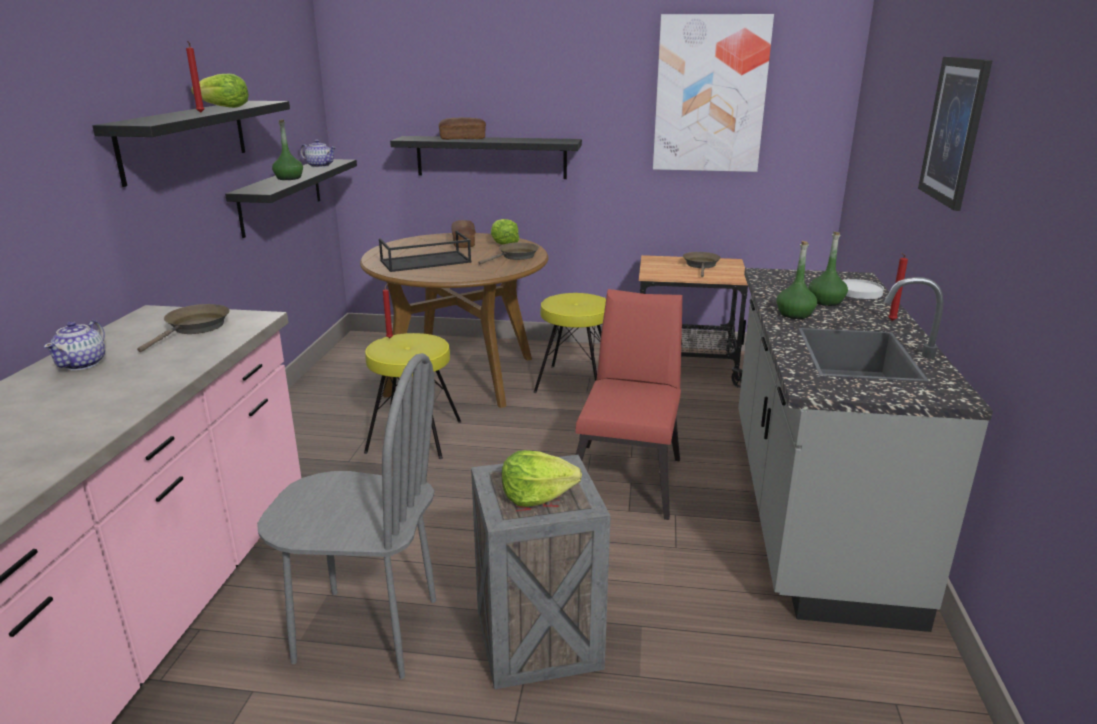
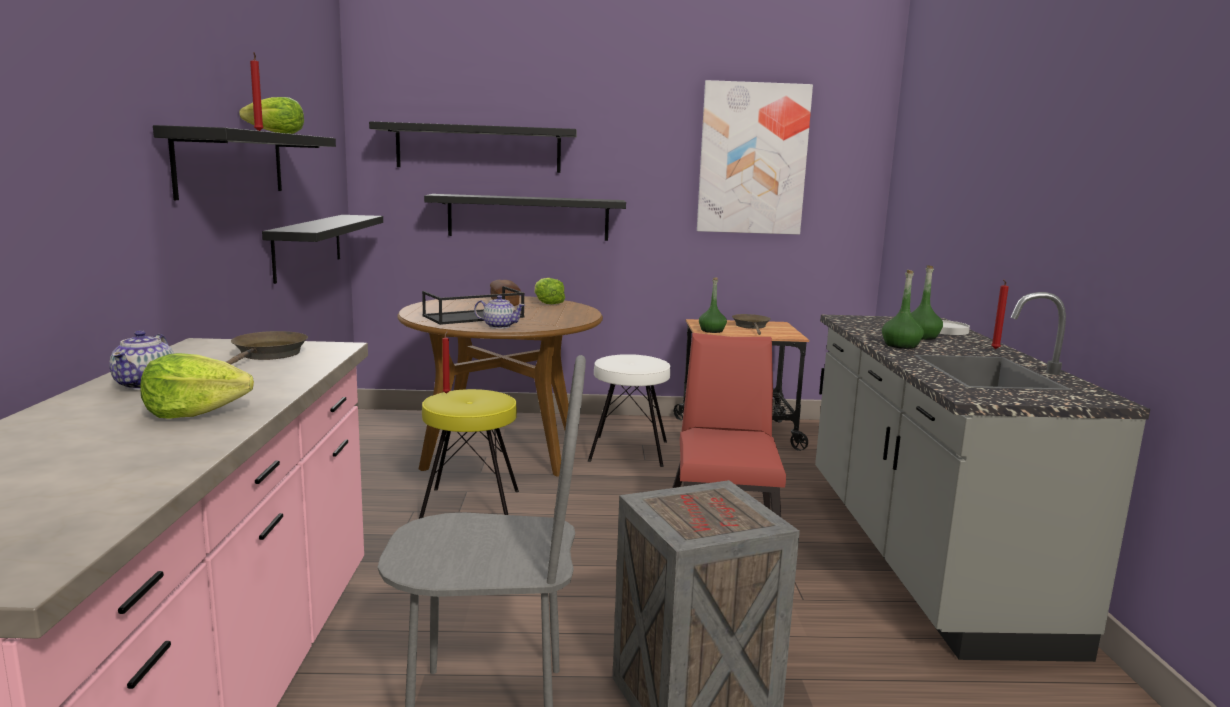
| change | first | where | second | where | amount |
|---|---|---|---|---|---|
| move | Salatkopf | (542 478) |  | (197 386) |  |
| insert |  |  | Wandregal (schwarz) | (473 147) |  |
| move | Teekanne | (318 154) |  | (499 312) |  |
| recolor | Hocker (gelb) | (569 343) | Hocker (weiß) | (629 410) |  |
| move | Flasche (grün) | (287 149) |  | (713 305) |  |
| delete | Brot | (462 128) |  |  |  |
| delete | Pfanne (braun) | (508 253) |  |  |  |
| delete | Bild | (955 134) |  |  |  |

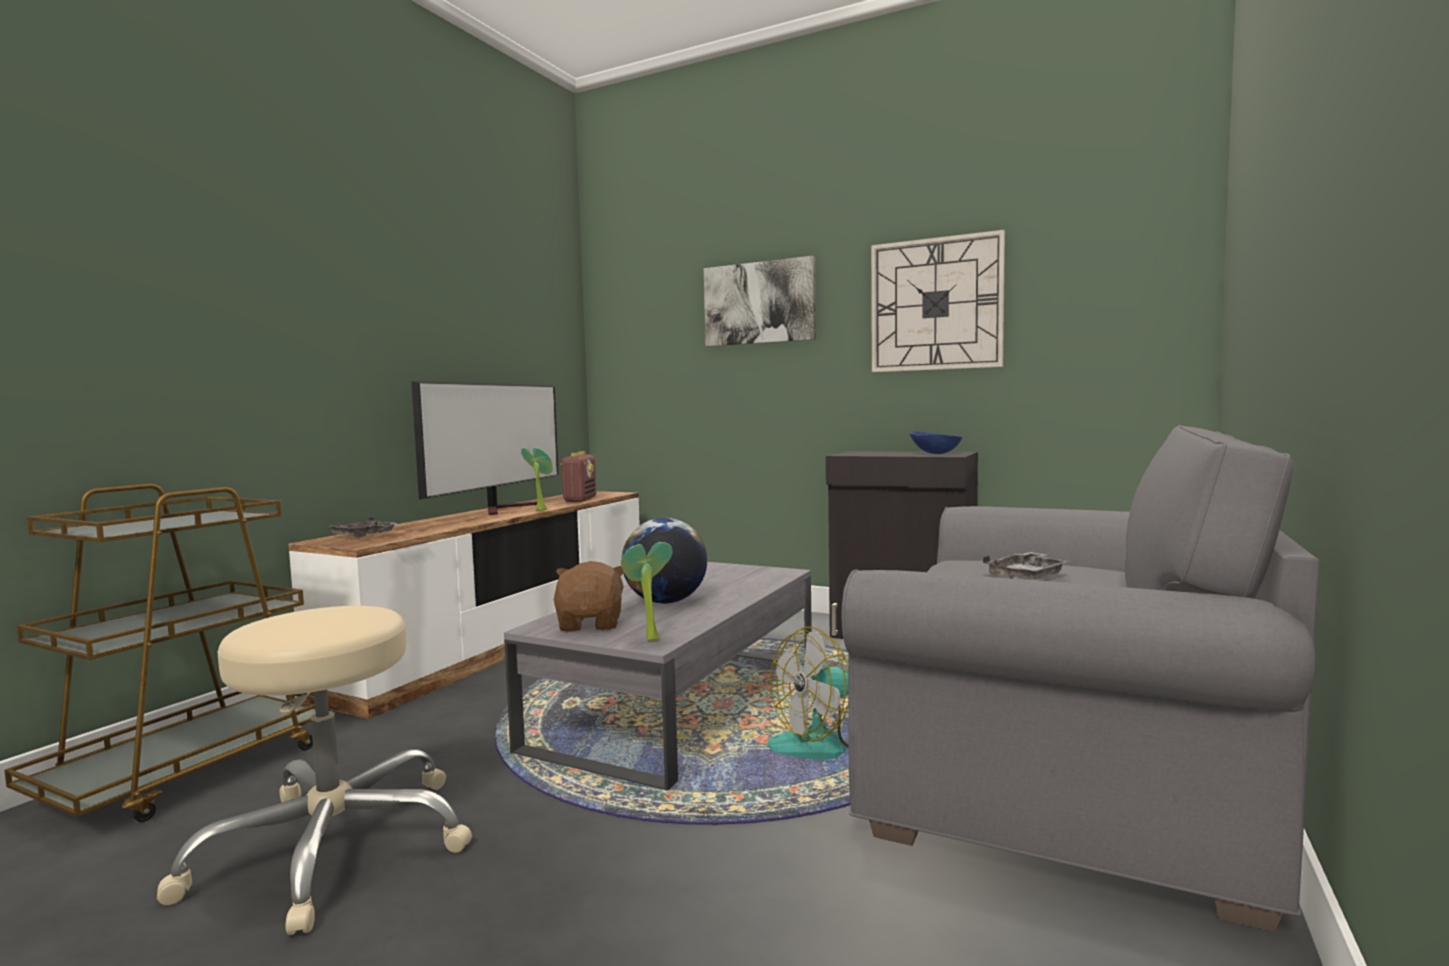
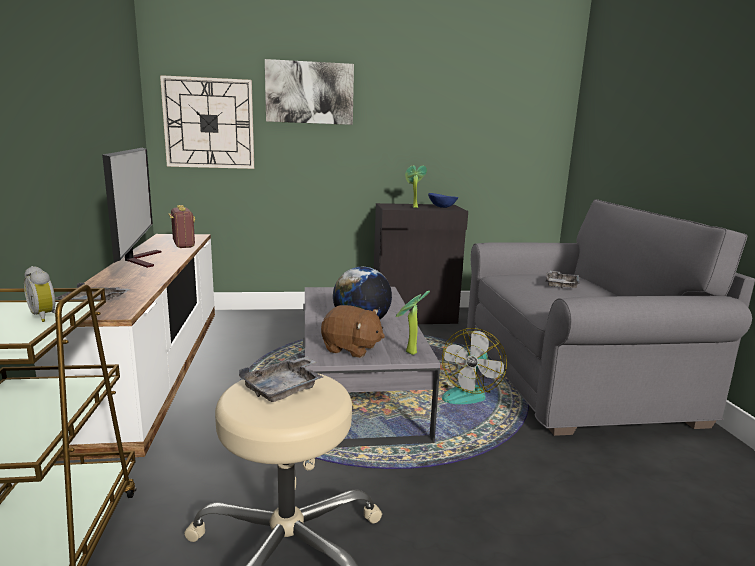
| change | first | where | second | where | amount |
|---|---|---|---|---|---|
| insert |  |  | Wecker | (40 294) |  |
| move | Wanduhr | (938 301) |  | (207 122) |  |
| insert |  |  | Tablett (grau) | (281 379) |  |
| rotate | Plüschtier (braun) | (589 596) |  | (353 331) | 150 degrees clockwise |
| move | Topfpflanze | (537 479) |  | (416 186) |  |

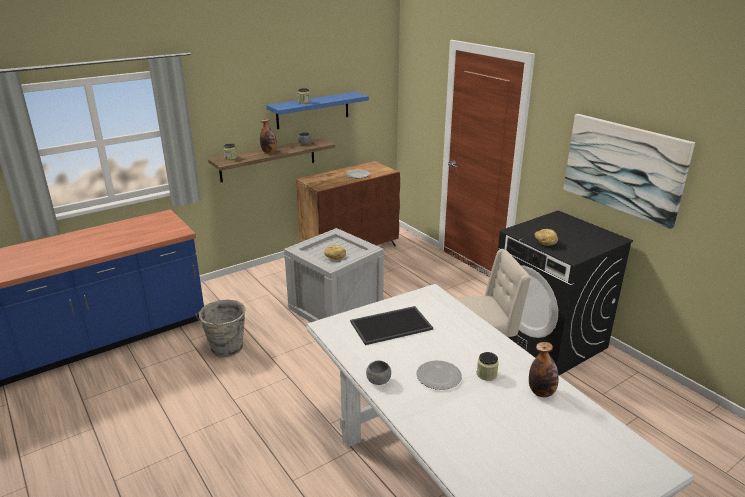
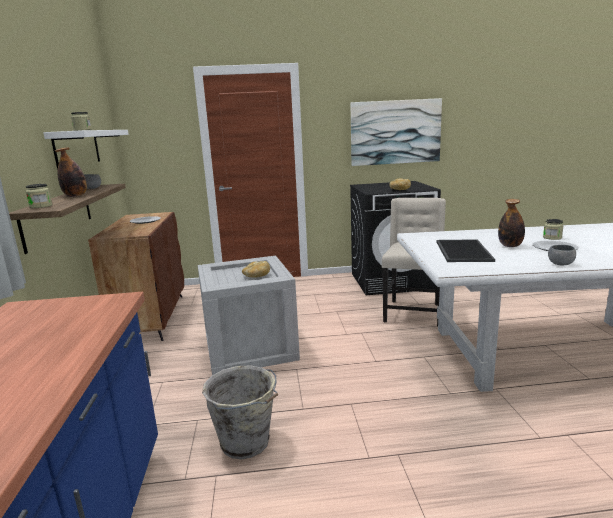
| change | first | where | second | where | amount |
|---|---|---|---|---|---|
| recolor | Wandregal (blau) | (317 110) | Wandregal (weiß) | (86 150) |  |
| move | Flasche | (544 369) |  | (511 223) |  |

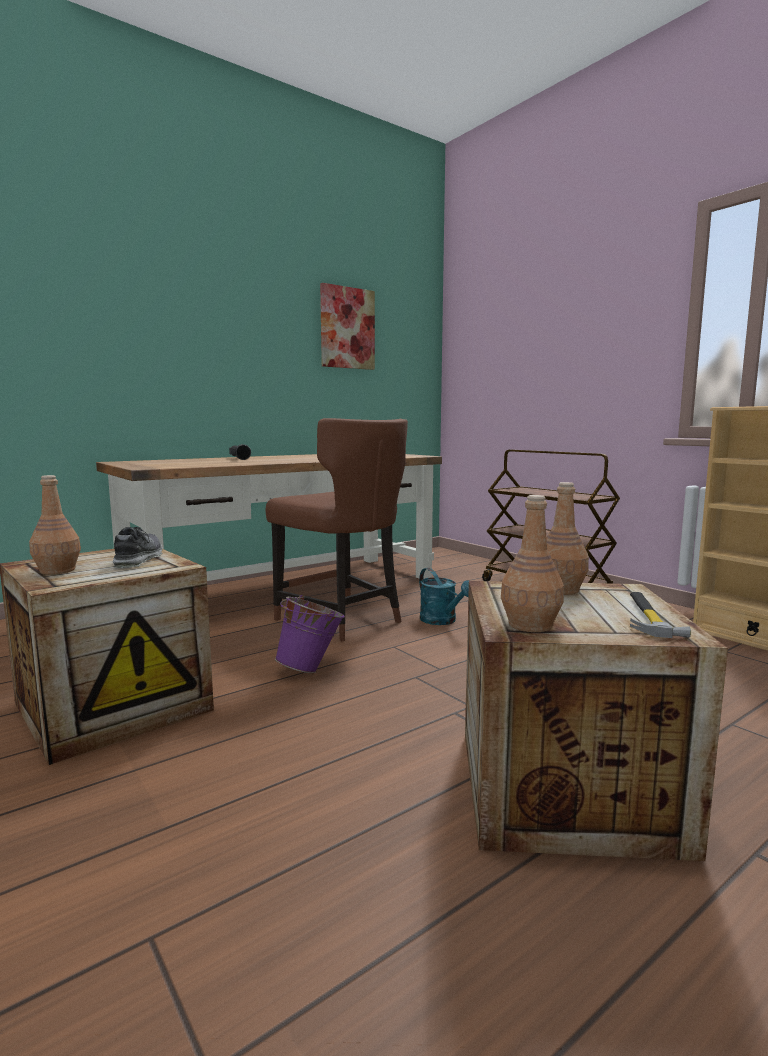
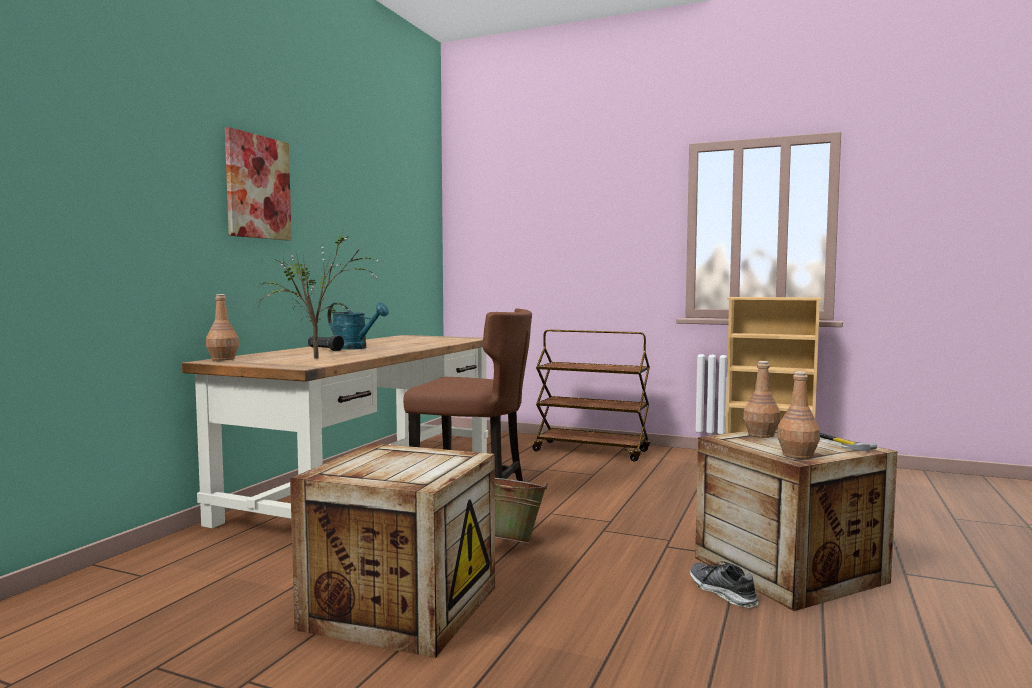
| change | first | where | second | where | amount |
|---|---|---|---|---|---|
| move | Flasche (braun) | (55 525) |  | (222 327) |  |
| move | Bild | (347 326) |  | (258 184) |  |
| insert |  |  | Topfpflanze | (318 293) |  |
| move | Gießkanne (türkis) | (444 596) |  | (358 326) |  |
| recolor | Eimer (lila) | (310 634) | Eimer (grün) | (521 511) |  |
| move | Schuh | (137 547) |  | (724 584) |  |

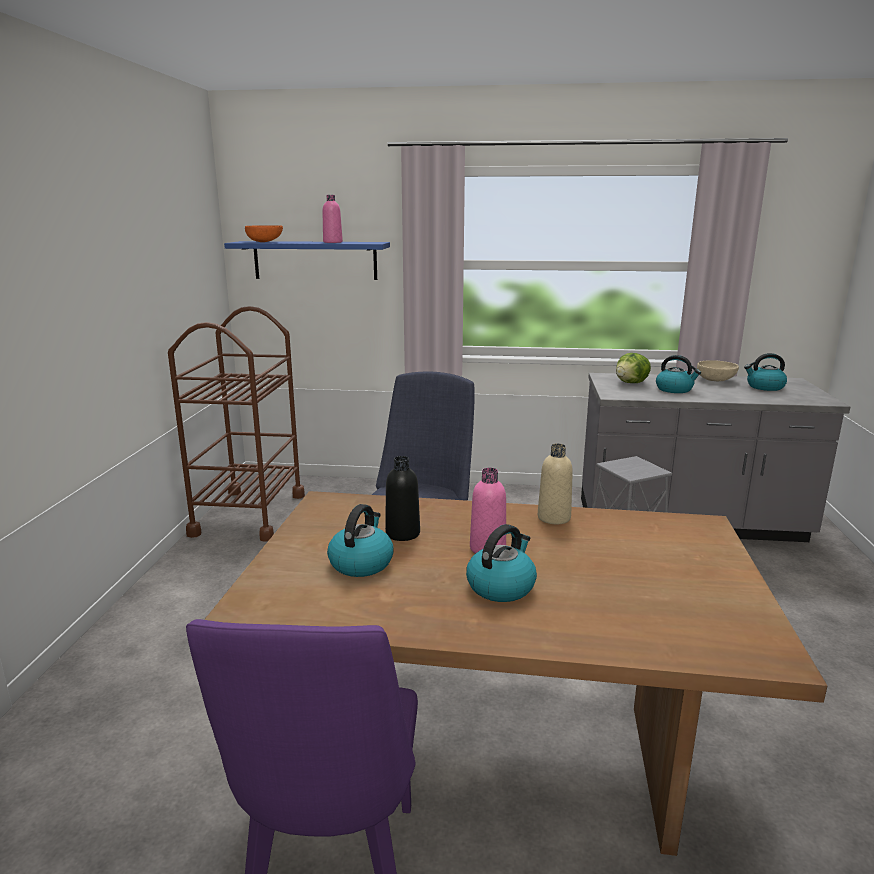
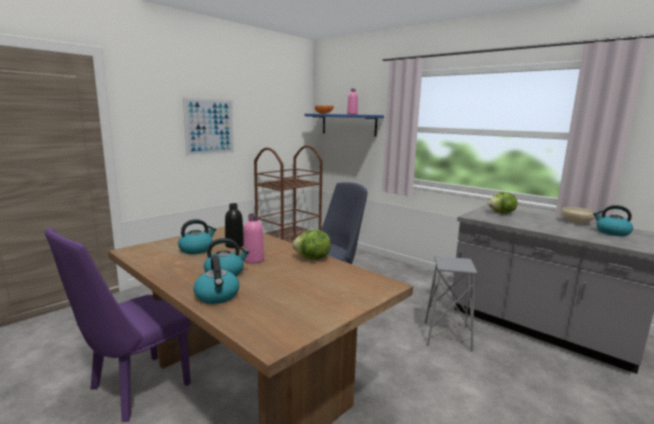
| change | first | where | second | where | amount |
|---|---|---|---|---|---|
| insert |  |  | Bild | (208 127) |  |
| move | Wasserkessel | (678 374) |  | (216 279) |  |
| replace | Flasche (beige) | (555 483) | Salatkopf | (311 244) |  |

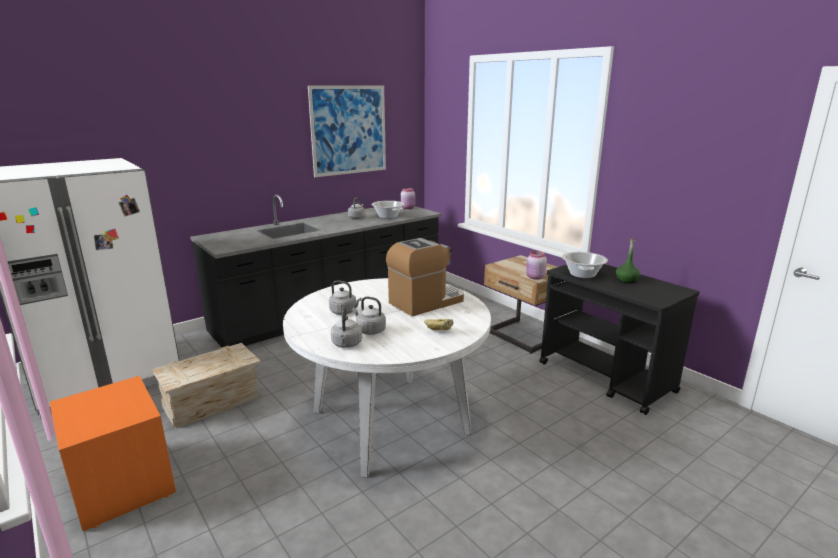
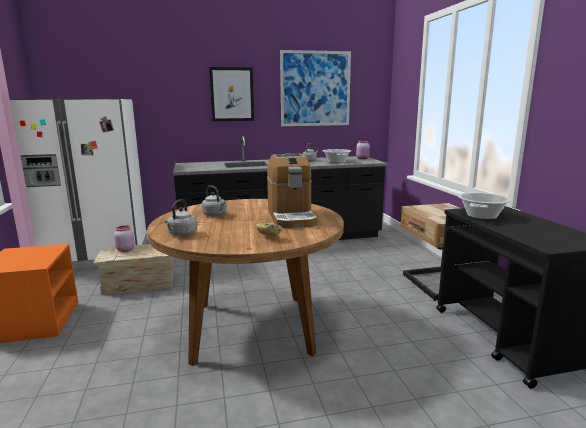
| change | first | where | second | where | amount |
|---|---|---|---|---|---|
| move | Vorratsglas (rosa) | (536 265) |  | (124 238) |  |
| recolor | Esstisch (weiß) | (387 378) | Esstisch (braun) | (245 282) |  |
| insert |  |  | Bild | (231 94) |  |
| rotate | Kaffeemaschine | (425 277) |  | (292 191) | 90 degrees clockwise |
| delete | Wasserkessel (grau) | (369 316) |  |  |  |
| delete | Flasche (grün) | (628 260) |  |  |  |

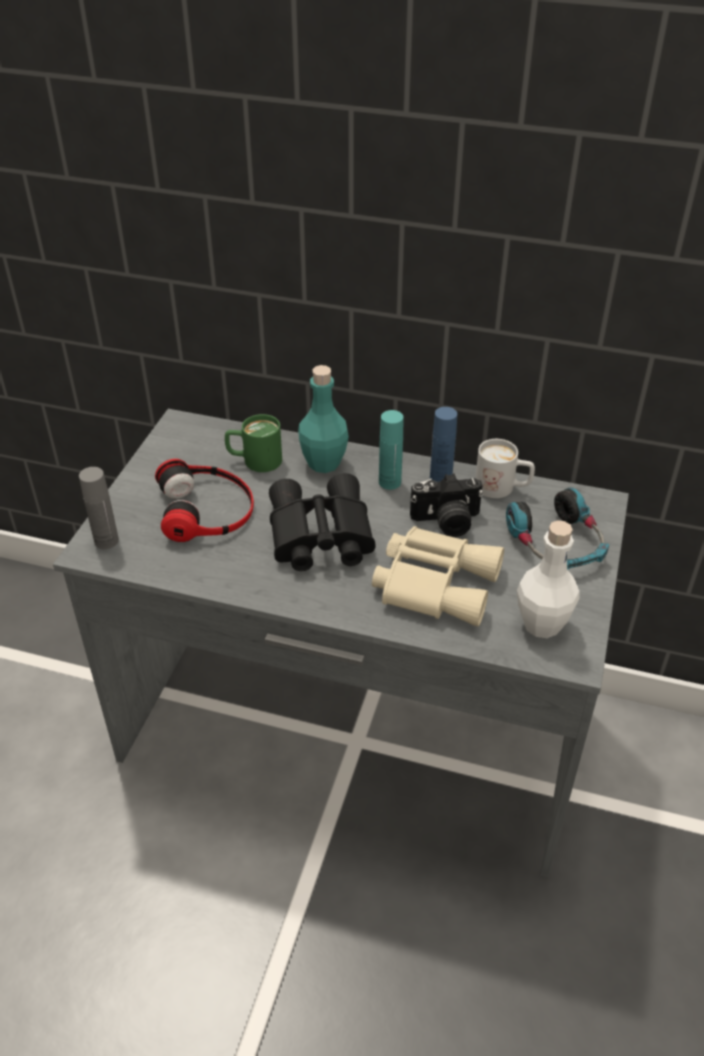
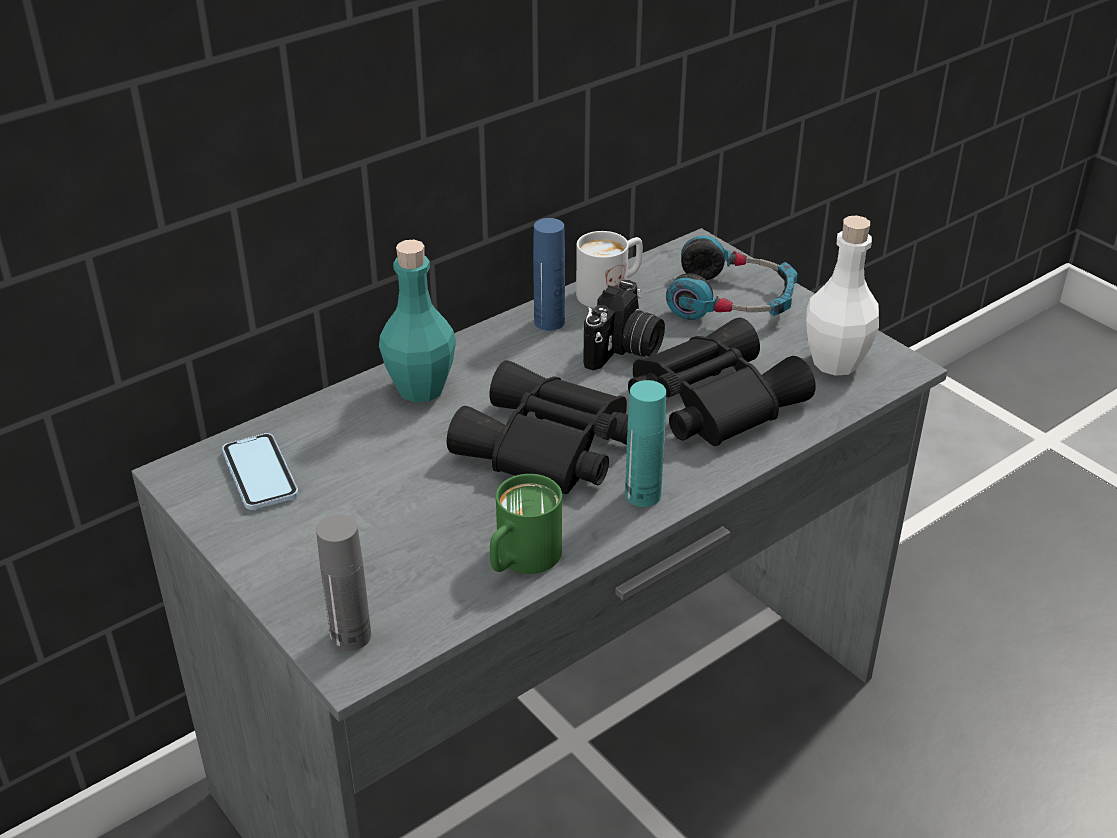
| change | first | where | second | where | amount |
|---|---|---|---|---|---|
| insert |  |  | Handy | (260 471) |  |
| move | Henkelbecher (grün) | (253 443) |  | (526 524) |  |
| move | Flasche (türkis) | (391 450) |  | (645 443) |  |
| recolor | Fernglas (beige) | (438 576) | Fernglas (schwarz) | (722 381) |  |
| delete | Kopfhörer | (204 500) |  |  |  |

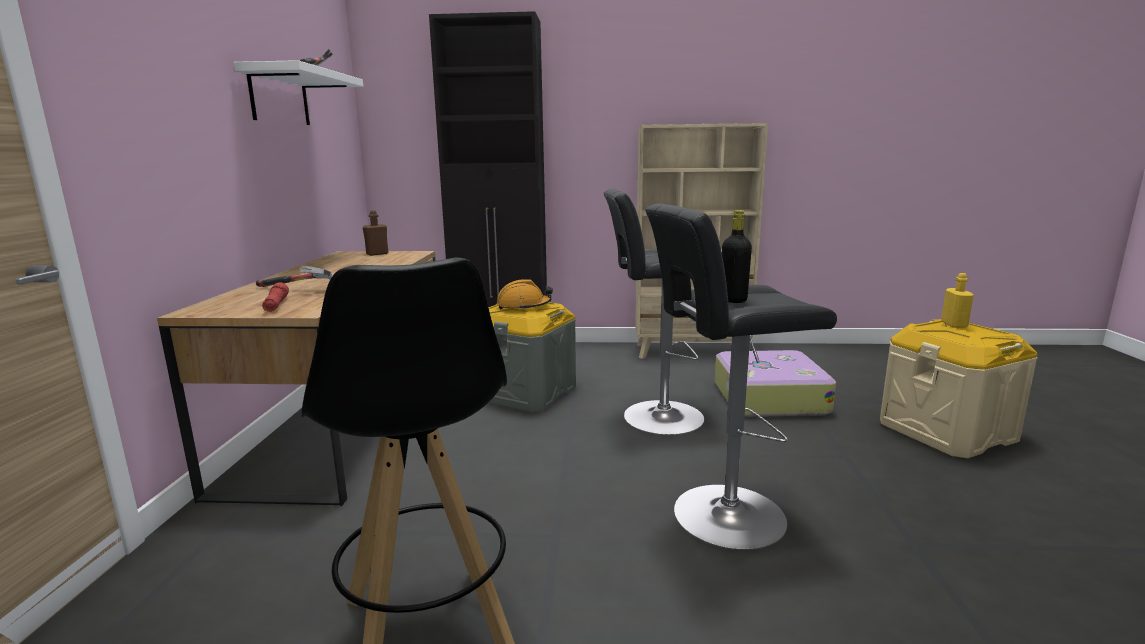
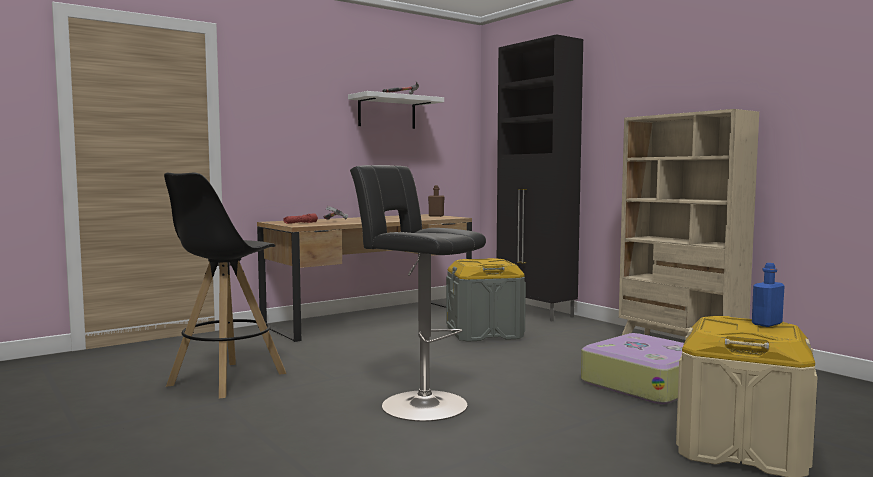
| change | first | where | second | where | amount |
|---|---|---|---|---|---|
| recolor | Flasche (gelb) | (957 300) | Flasche (blau) | (768 295) |  |
| delete | Schutzhelm (orange) | (525 294) |  |  |  |
| delete | Hocker (schwarz) | (654 311) |  |  |  |
| delete | Flasche (schwarz) | (737 256) |  |  |  |

